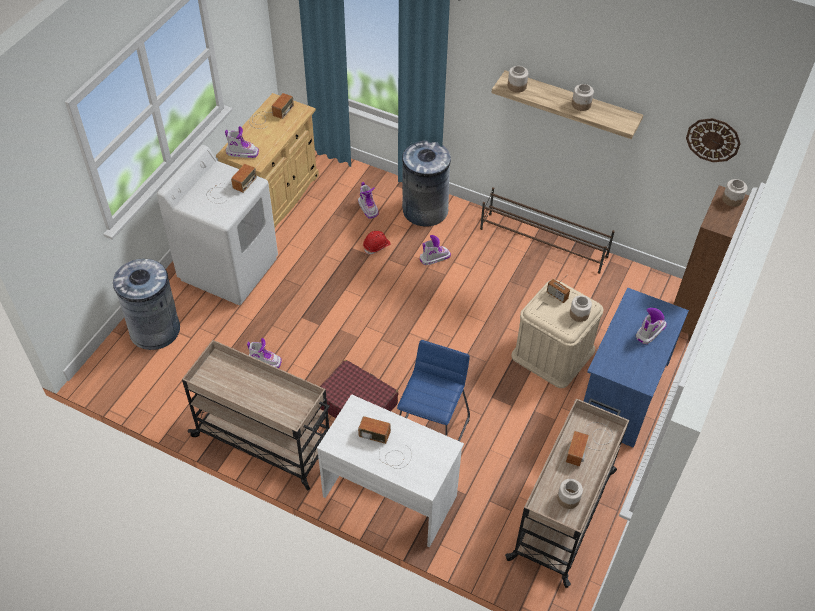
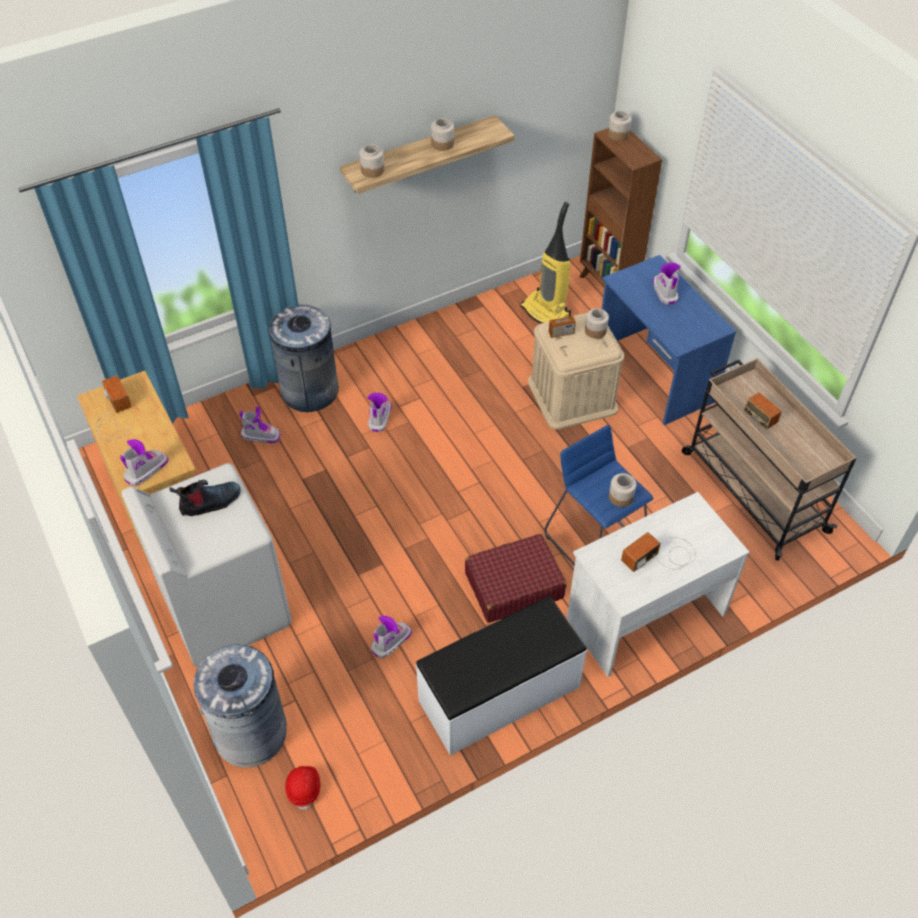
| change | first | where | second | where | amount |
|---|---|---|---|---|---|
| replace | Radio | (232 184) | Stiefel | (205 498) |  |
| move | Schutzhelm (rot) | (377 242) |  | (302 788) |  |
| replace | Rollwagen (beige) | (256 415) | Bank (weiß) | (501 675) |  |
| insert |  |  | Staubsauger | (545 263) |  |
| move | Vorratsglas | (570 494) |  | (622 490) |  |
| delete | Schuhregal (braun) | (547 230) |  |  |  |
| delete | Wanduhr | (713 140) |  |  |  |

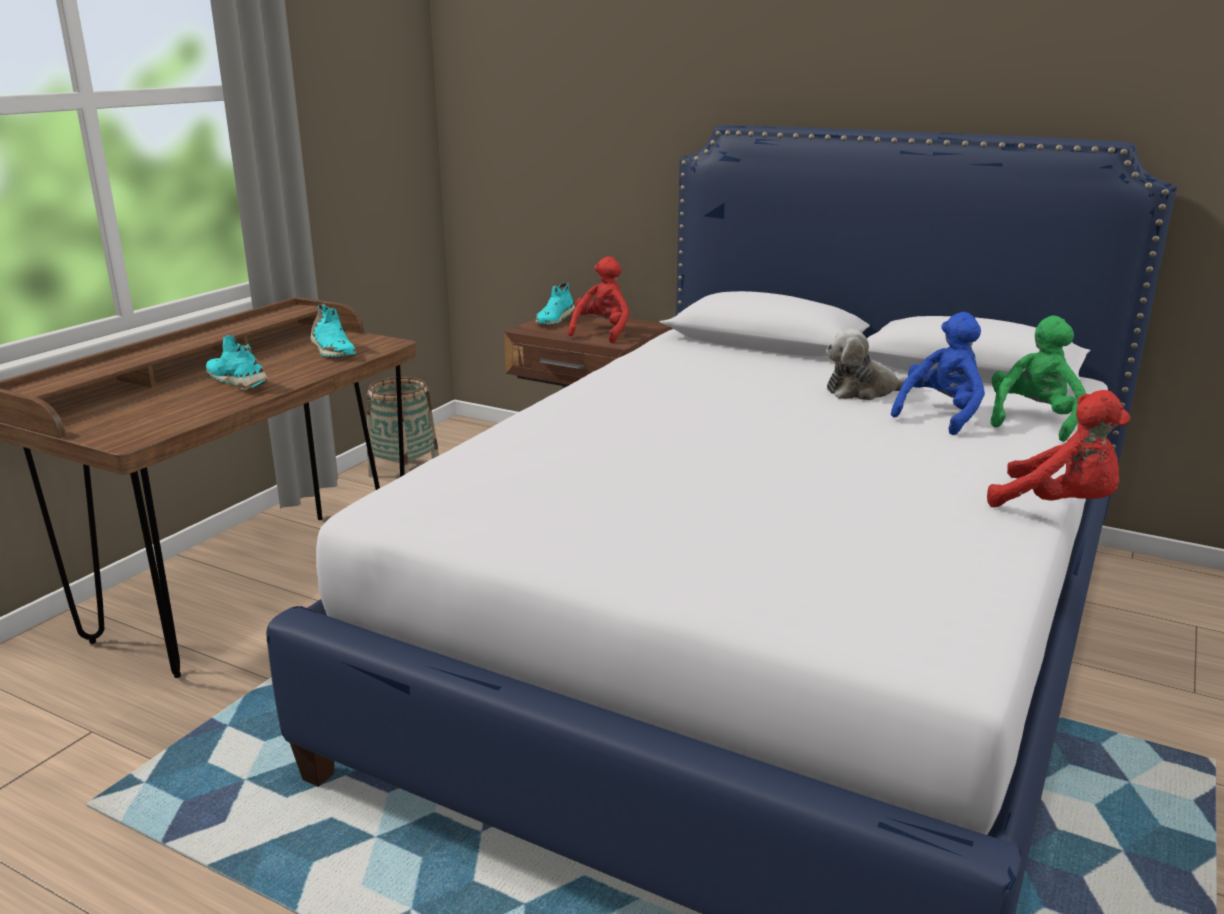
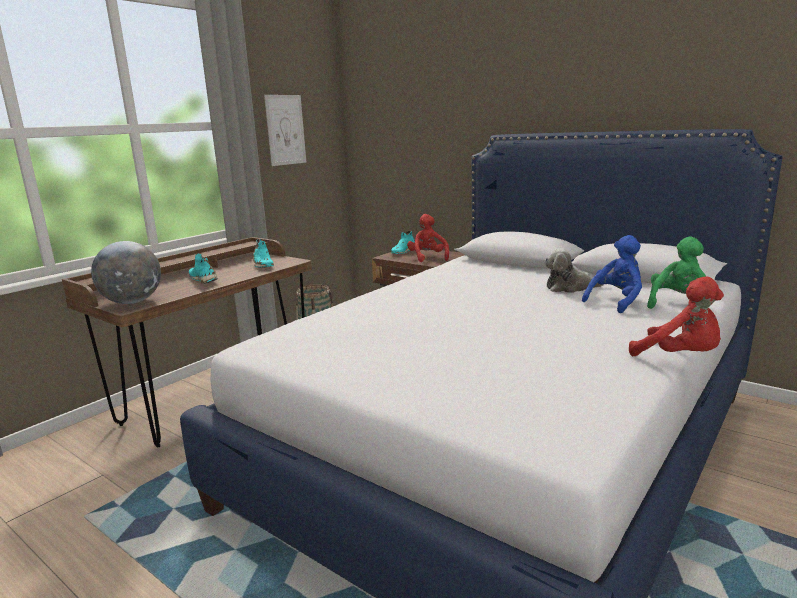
| change | first | where | second | where | amount |
|---|---|---|---|---|---|
| insert |  |  | Globus | (126 272) |  |
| insert |  |  | Bild | (285 130) |  |
| rotate | Plüschtier (rot) | (599 299) |  | (428 238) | 45 degrees counterclockwise |

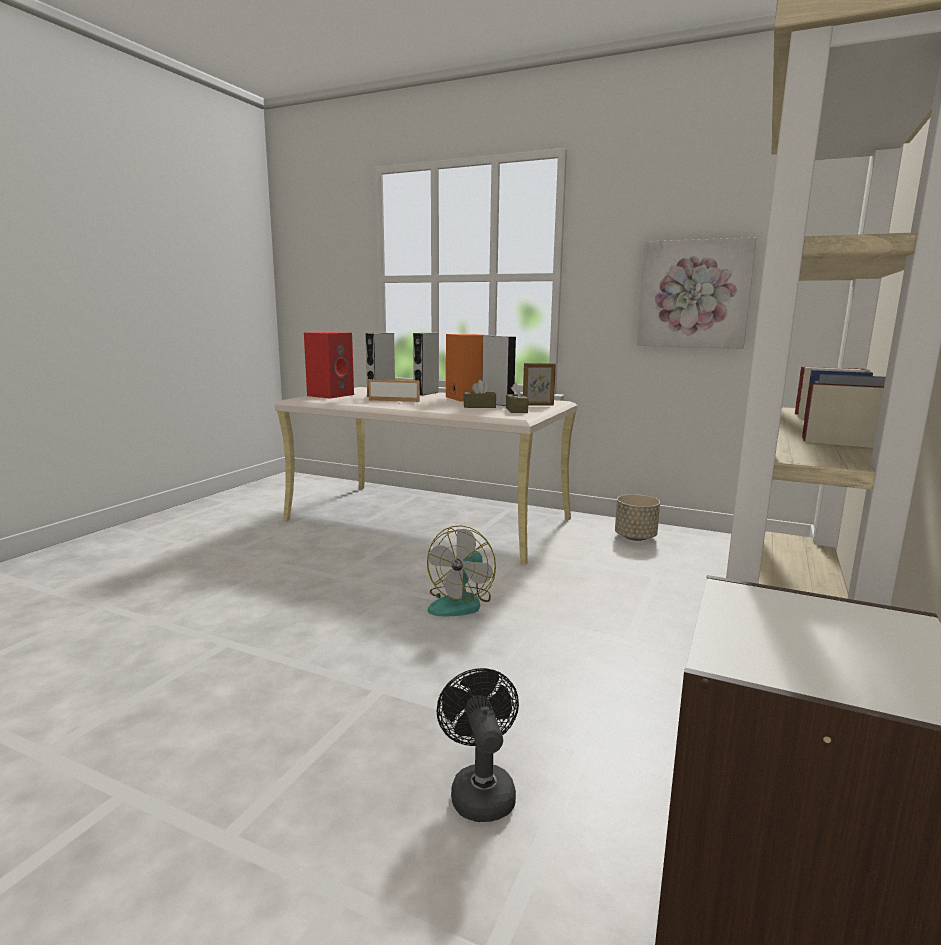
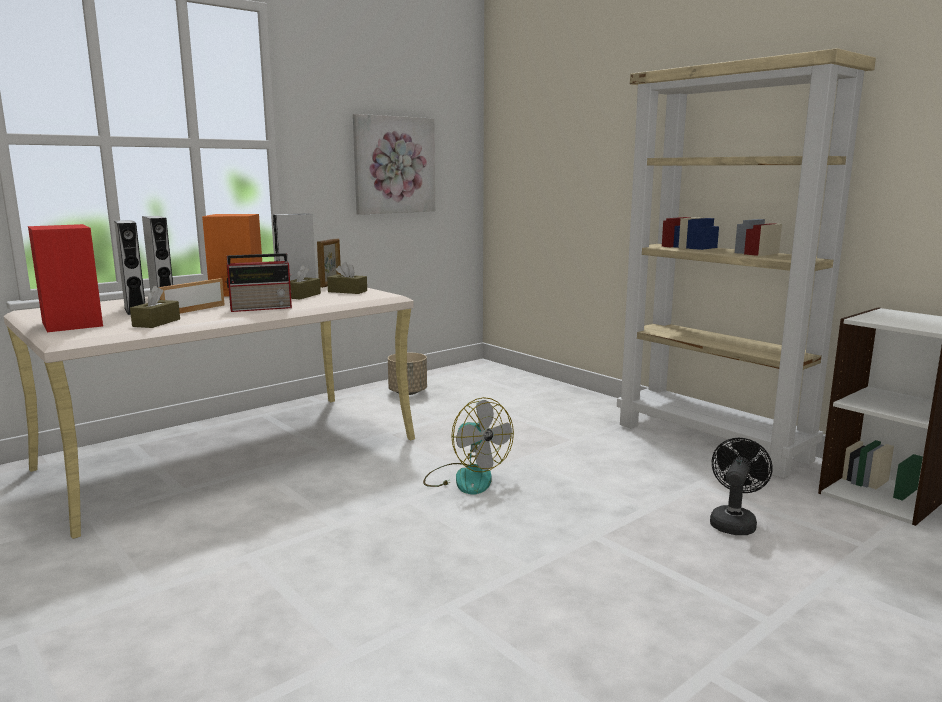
| change | first | where | second | where | amount |
|---|---|---|---|---|---|
| insert |  |  | Taschentuchbox (braun) | (155 307) |  |
| insert |  |  | Radio | (259 282) |  |
| rotate | Ventilator (schwarz) | (478 745) |  | (741 486) | 105 degrees clockwise |

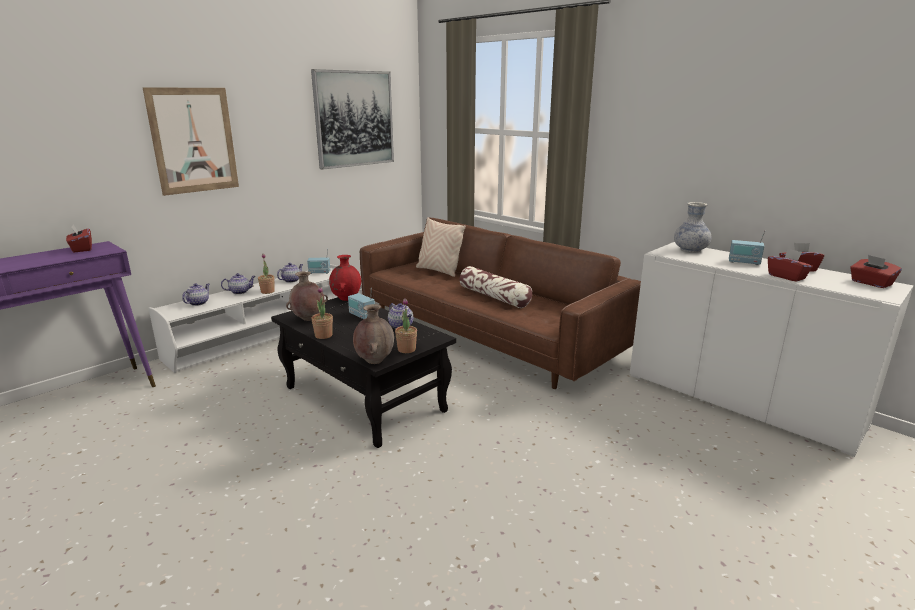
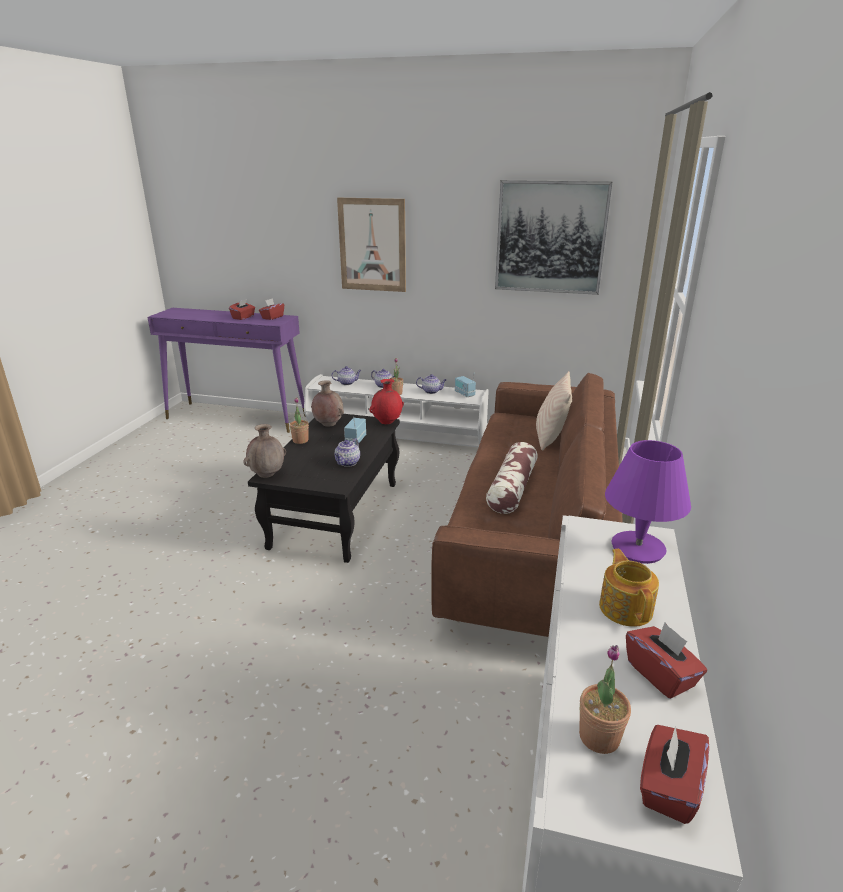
| change | first | where | second | where | amount |
|---|---|---|---|---|---|
| move | Taschentuchbox (rot) | (790 265) |  | (242 309) |  |
| move | Topfpflanze | (406 325) |  | (605 699) |  |
| replace | Radio | (747 247) | Teekanne | (629 588) |  |
| replace | Vase | (692 227) | Tischlampe (lila) | (648 502) |  |

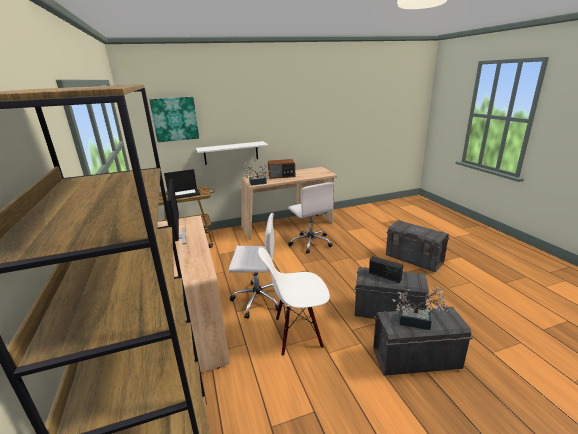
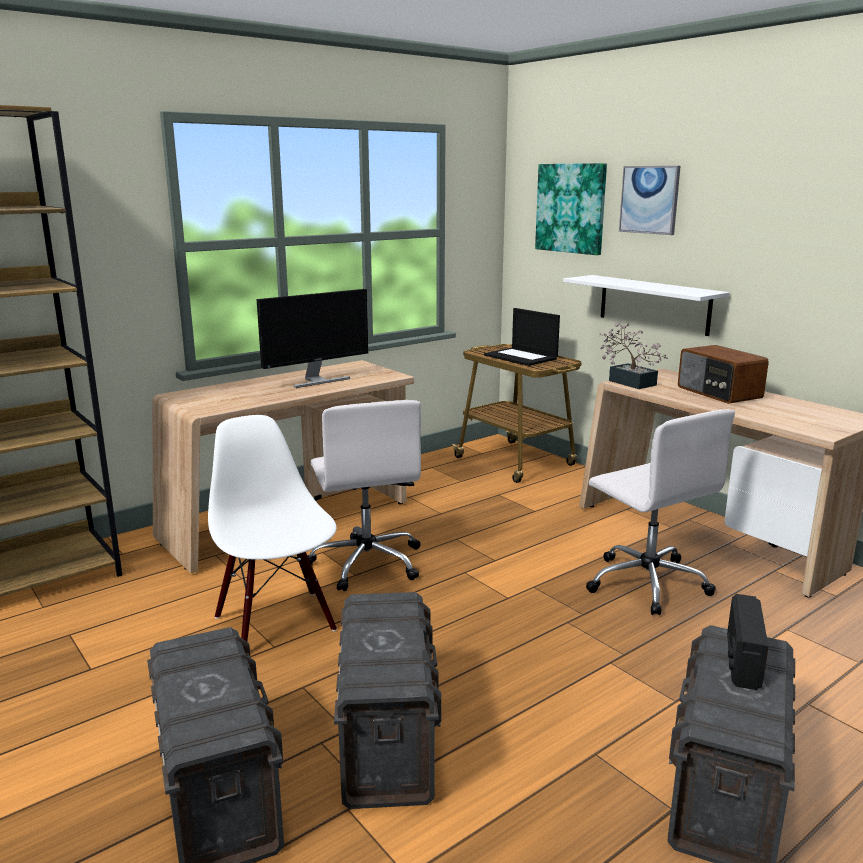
| change | first | where | second | where | amount |
|---|---|---|---|---|---|
| rotate | Bürostuhl (weiß) | (311 217) |  | (660 512) | 75 degrees counterclockwise |
| insert |  |  | Bild | (650 200) |  |
| move | Radio | (386 269) |  | (748 642) |  |
| delete | Topfpflanze | (420 308) |  |  |  |

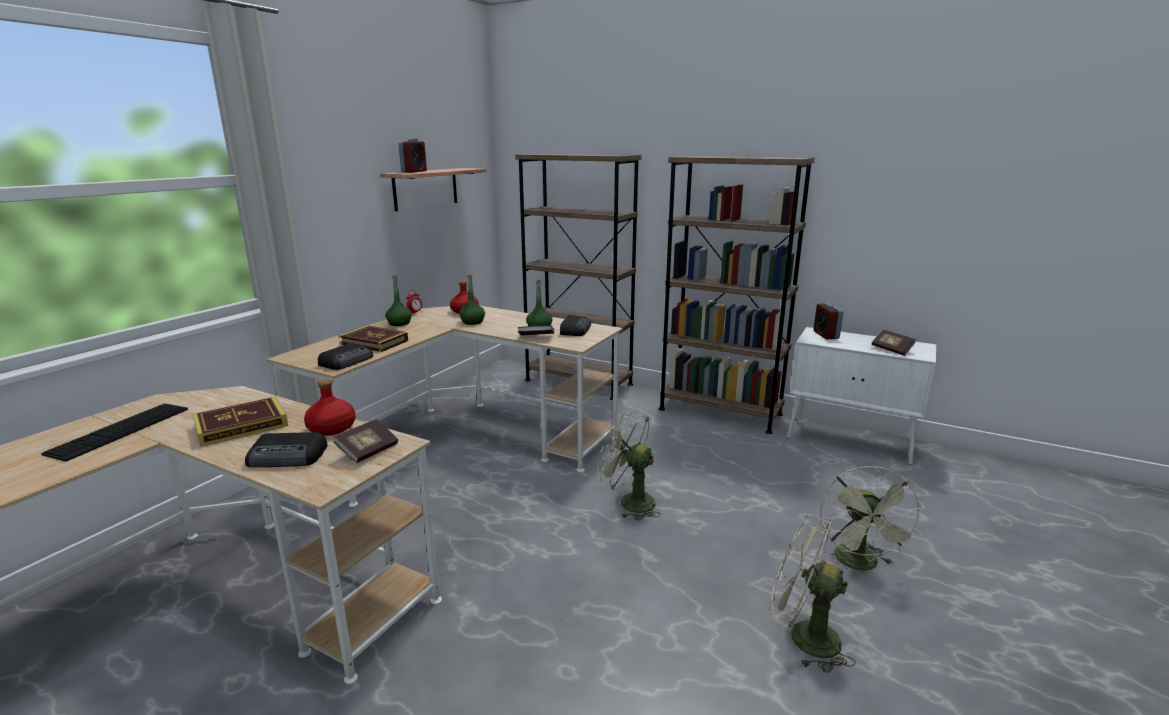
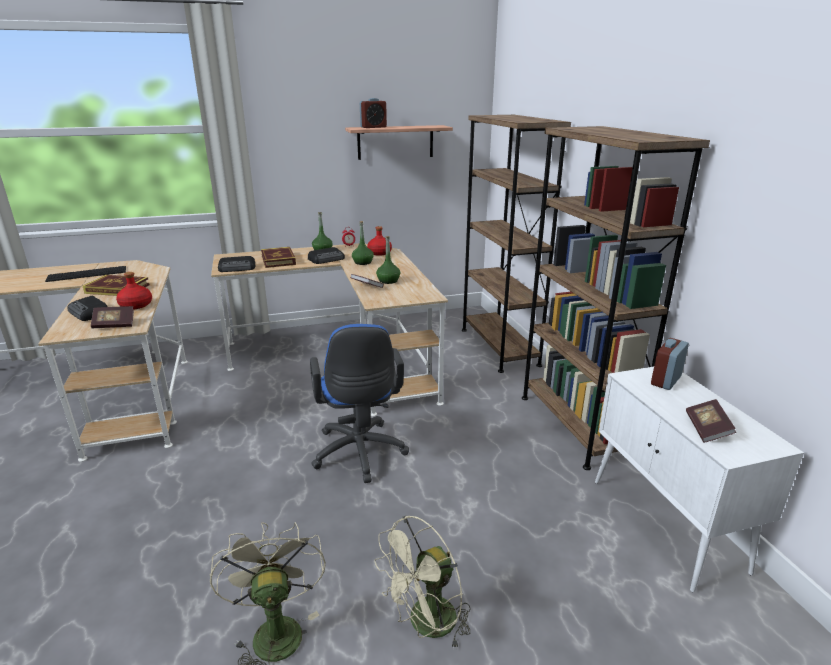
| change | first | where | second | where | amount |
|---|---|---|---|---|---|
| move | Radio | (575 325) |  | (326 255) |  |
| replace | Ventilator (grün) | (629 466) | Bürostuhl (blau) | (359 403) |  |

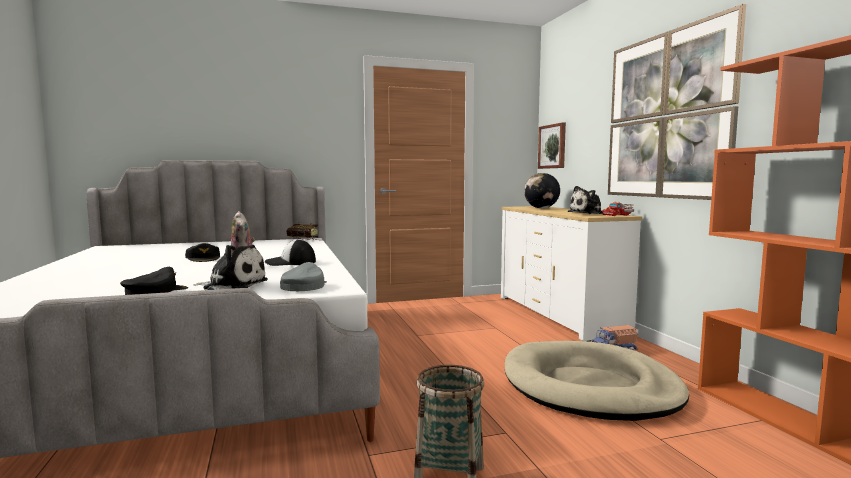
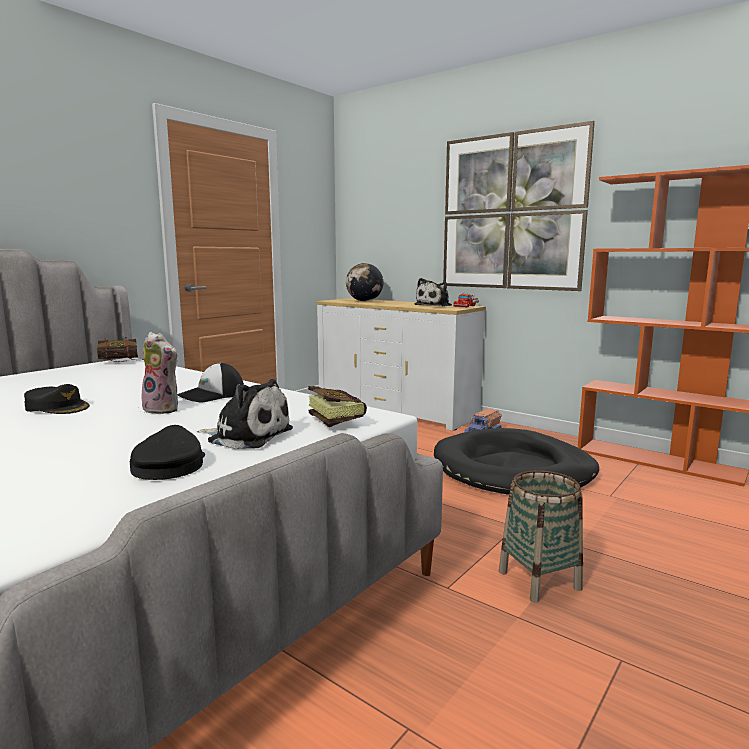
| change | first | where | second | where | amount |
|---|---|---|---|---|---|
| rotate | Plüschtier | (231 267) |  | (245 414) | 45 degrees clockwise |
| replace | Kappe (grau) | (303 276) | Buch | (337 406) |  |
| recolor | Hundebett (beige) | (597 381) | Hundebett (schwarz) | (516 461) |  |
| delete | Bild | (552 145) |  |  |  |

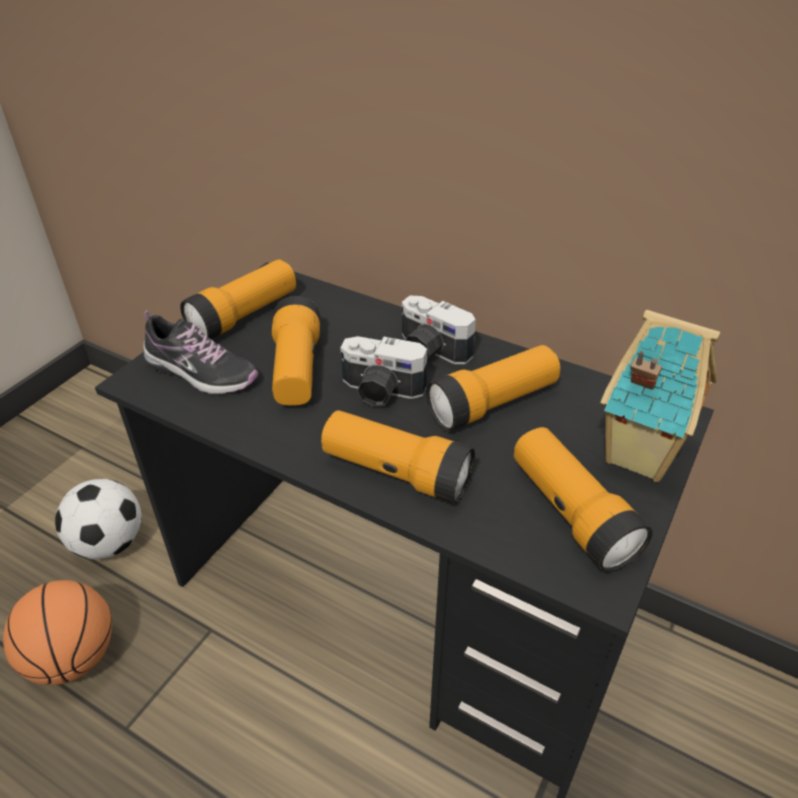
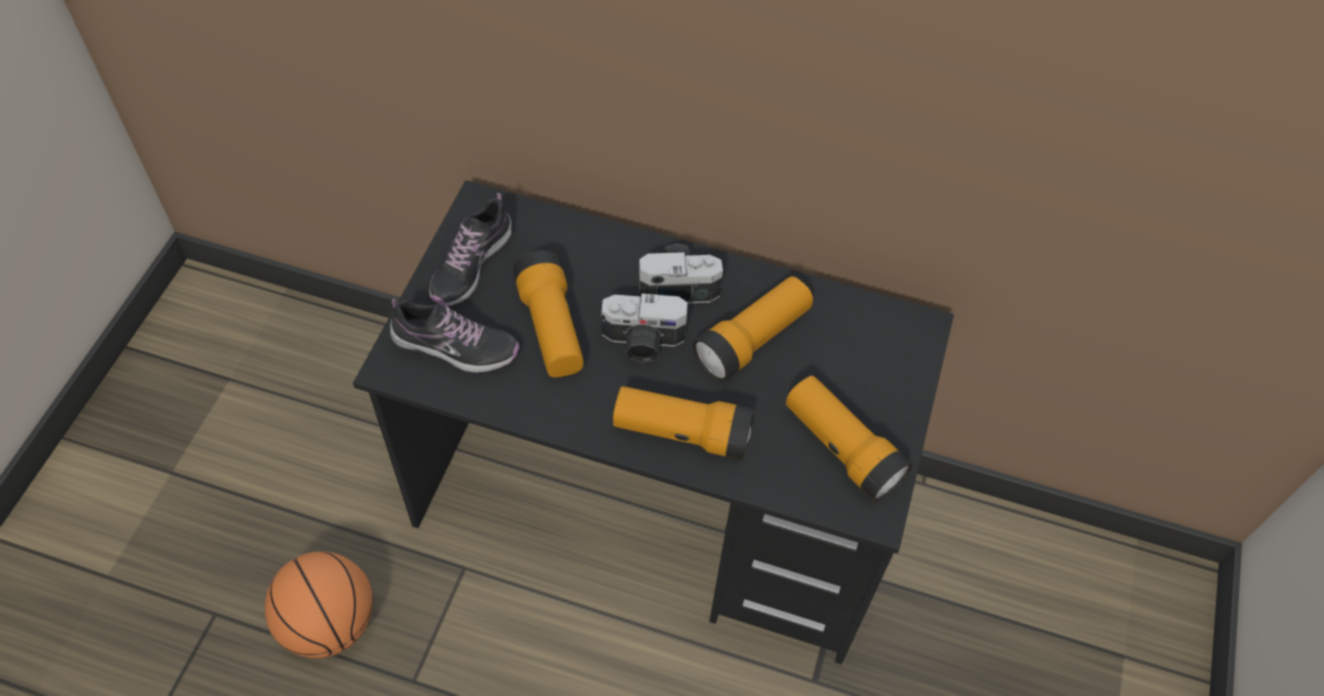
| change | first | where | second | where | amount |
|---|---|---|---|---|---|
| replace | Taschenlampe | (238 299) | Schuh | (471 249) |  |
| rotate | Kamera | (439 330) |  | (680 273) | 150 degrees clockwise |
| delete | Fußball | (98 519) |  |  |  |
| delete | Spielzeughaus | (660 396) |  |  |  |

